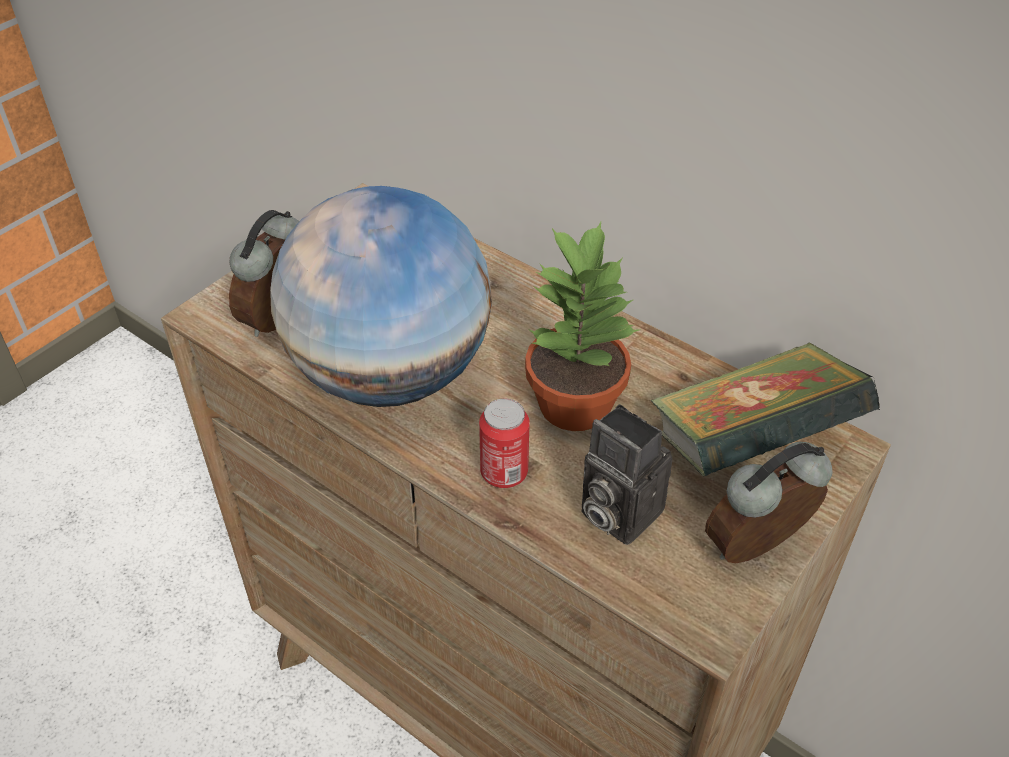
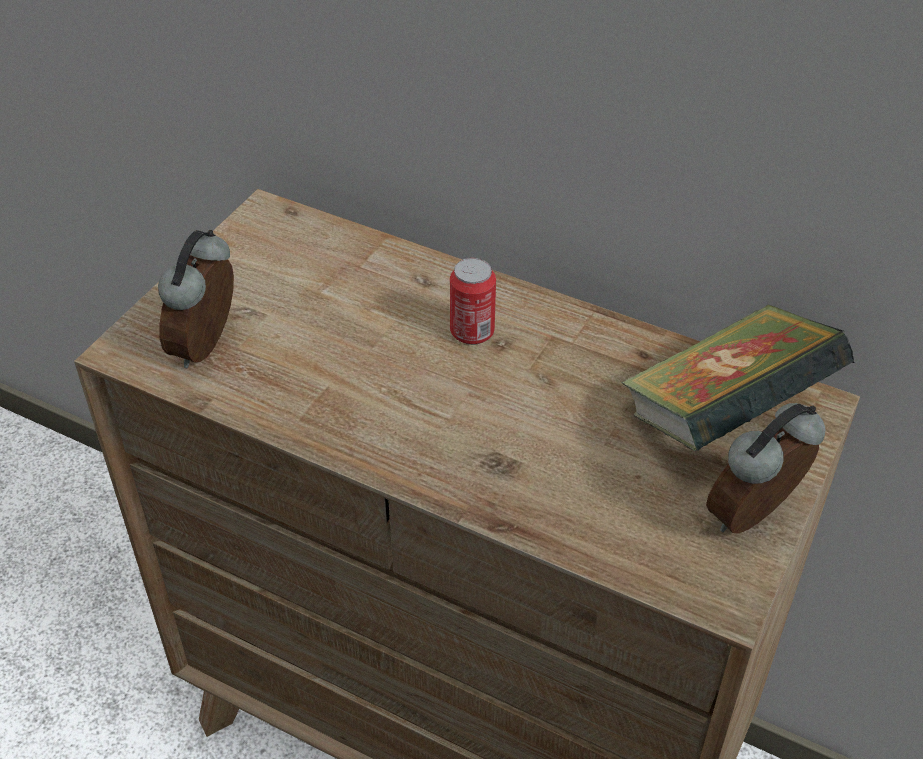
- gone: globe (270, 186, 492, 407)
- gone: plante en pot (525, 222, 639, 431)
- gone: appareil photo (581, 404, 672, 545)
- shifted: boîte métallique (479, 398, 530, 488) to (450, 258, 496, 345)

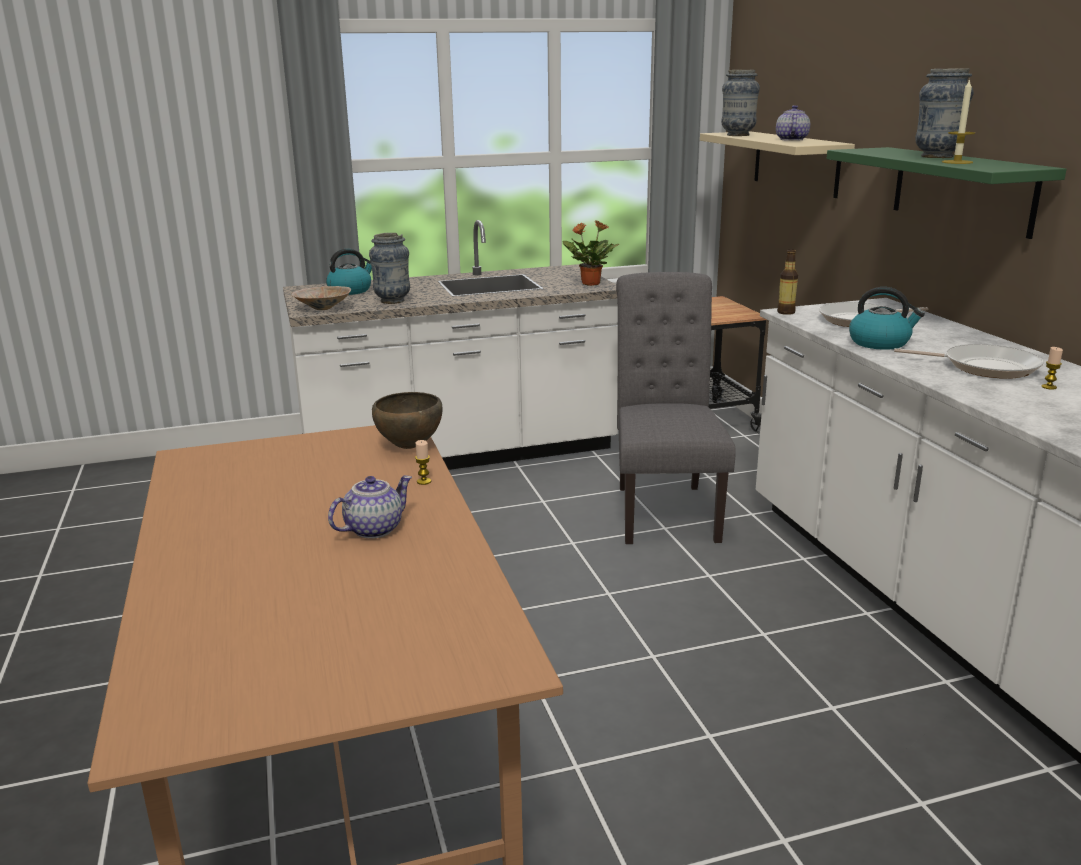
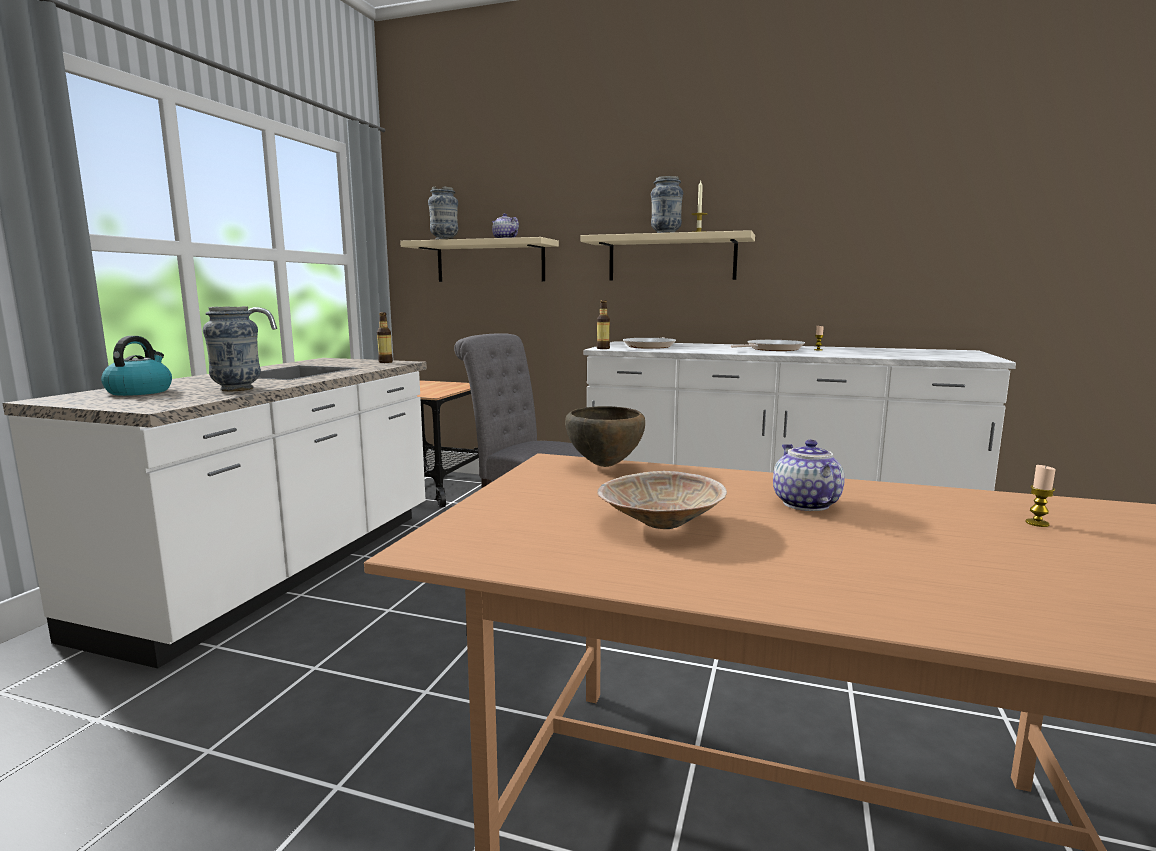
- gone: bouilloire (849, 287, 925, 350)
- shifted: bol/beige (291, 286, 351, 310) to (597, 471, 727, 529)
- shifted: bougie (415, 440, 431, 485) to (1025, 465, 1056, 527)
- swapped: plante en pot (563, 220, 619, 286) to bouteille (377, 312, 393, 363)
- repainted: étagère/vert (827, 147, 1067, 239) to étagère/beige (580, 230, 755, 280)

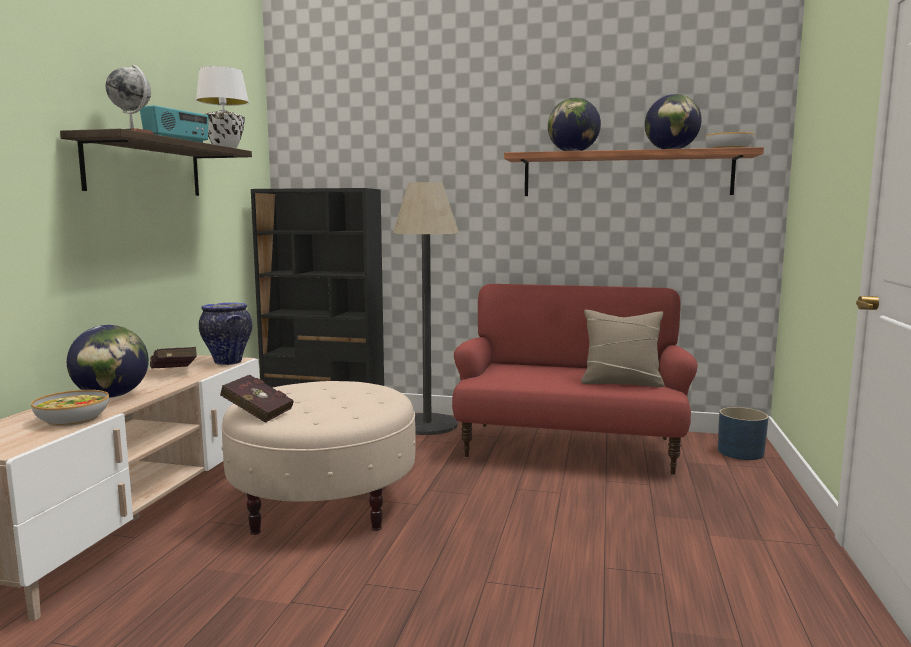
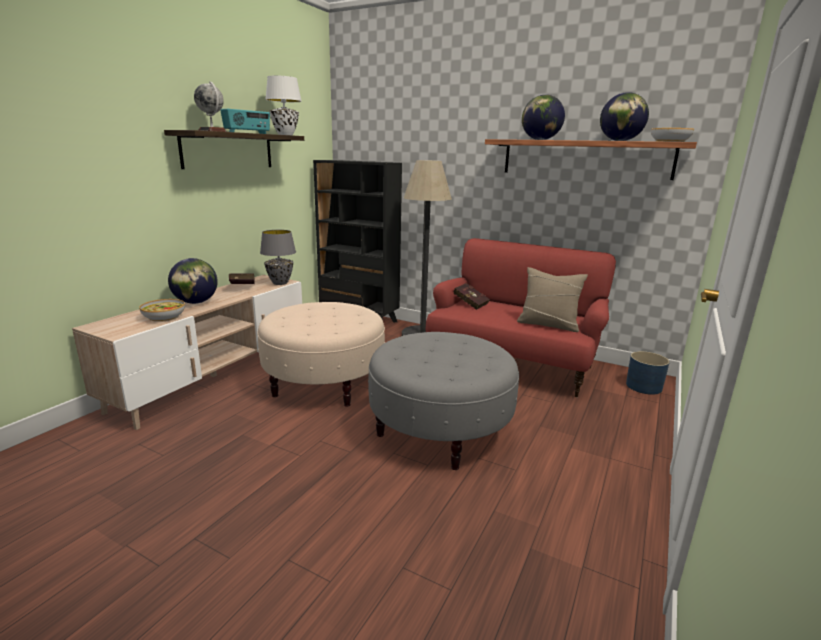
- new: pouf/gris (368, 332, 519, 470)
- shifted: livre/rouge (220, 374, 294, 423) to (453, 283, 490, 310)
- swapped: vase (199, 303, 252, 365) to lampe de table/gris (260, 230, 296, 285)

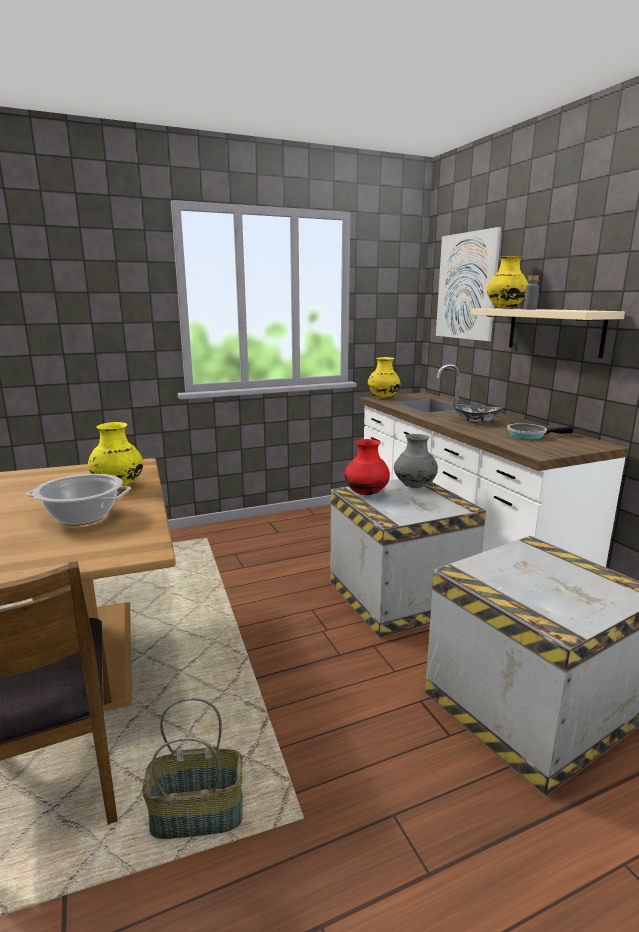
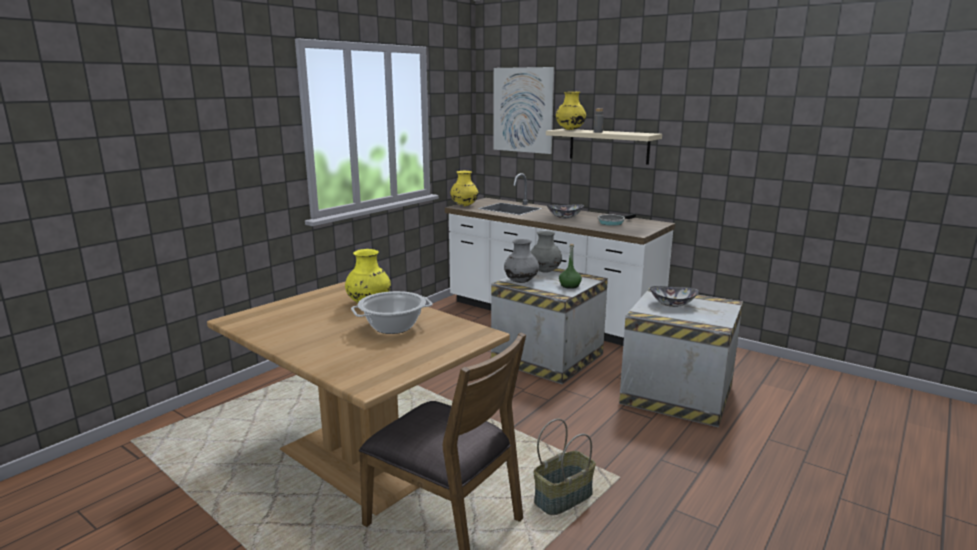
- new: bouteille/vert (559, 244, 582, 289)
- new: bol (650, 286, 699, 307)
- repainted: vase/rouge (344, 439, 390, 495) to vase/gris (504, 239, 539, 283)

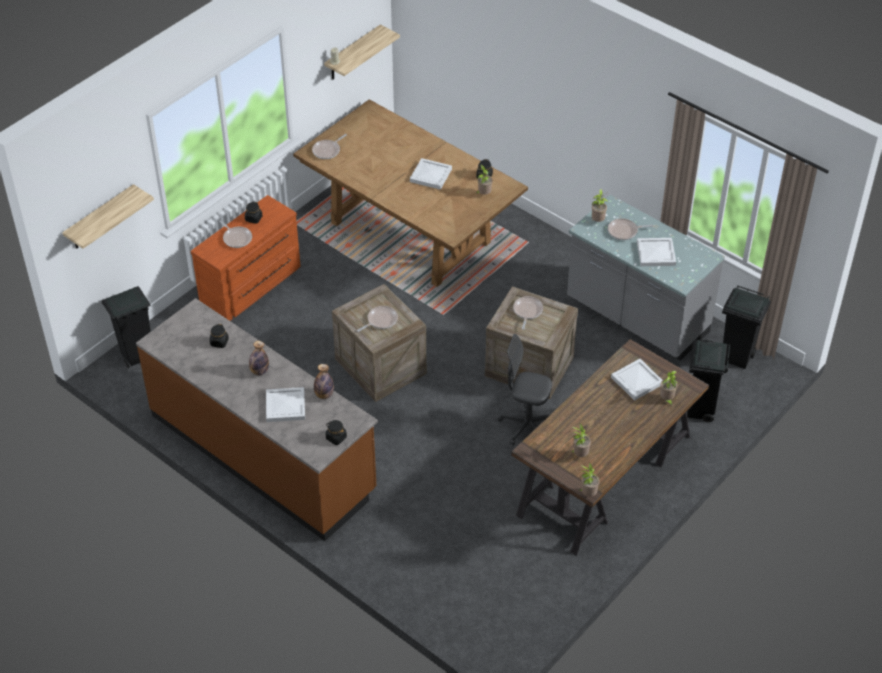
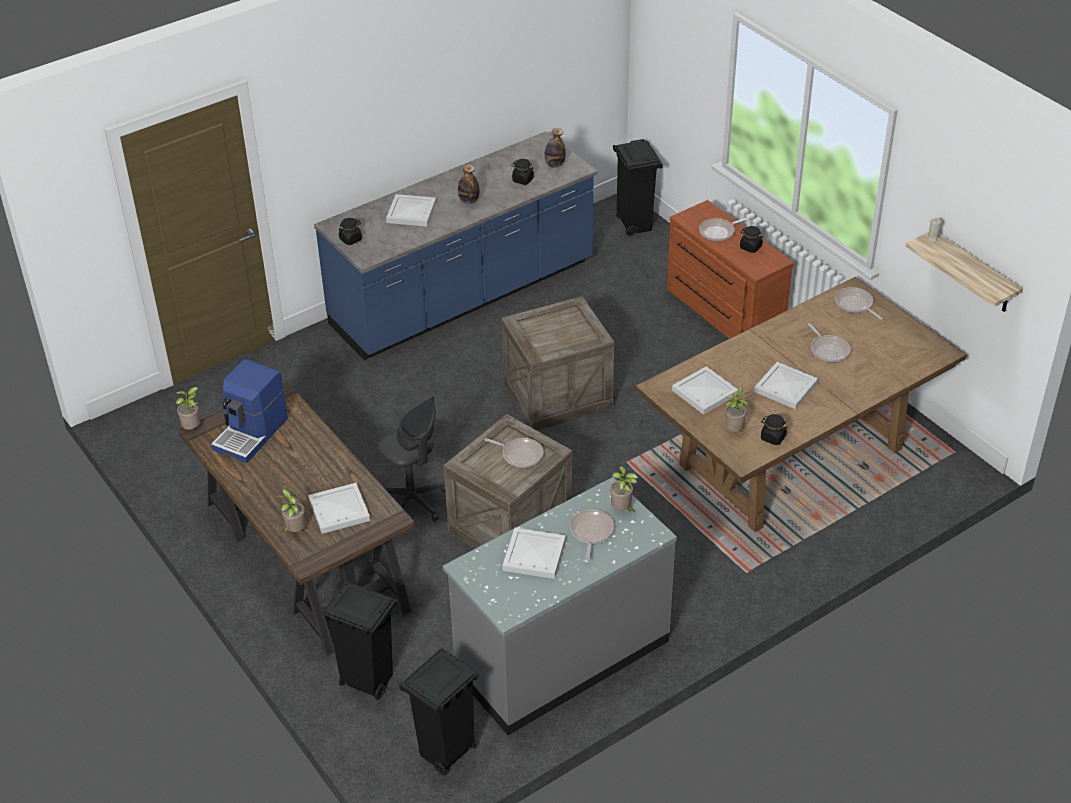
- gone: étagère (62, 184, 154, 249)
- new: plateau/blanc (672, 366, 738, 415)
- shifted: bouteille (314, 364, 334, 399) to (545, 128, 566, 168)
- shifted: poêle (357, 306, 398, 332) to (808, 323, 851, 362)
- swapped: plante en pot (571, 424, 591, 457) to machine à café (211, 359, 288, 463)
- repainted: comptoir de cuisine/marron (136, 298, 378, 541) to comptoir de cuisine/bleu (314, 131, 598, 360)
- rotated: chaise de bureau/gris (498, 334, 552, 446) = (377, 396, 445, 522) 105 degrees clockwise

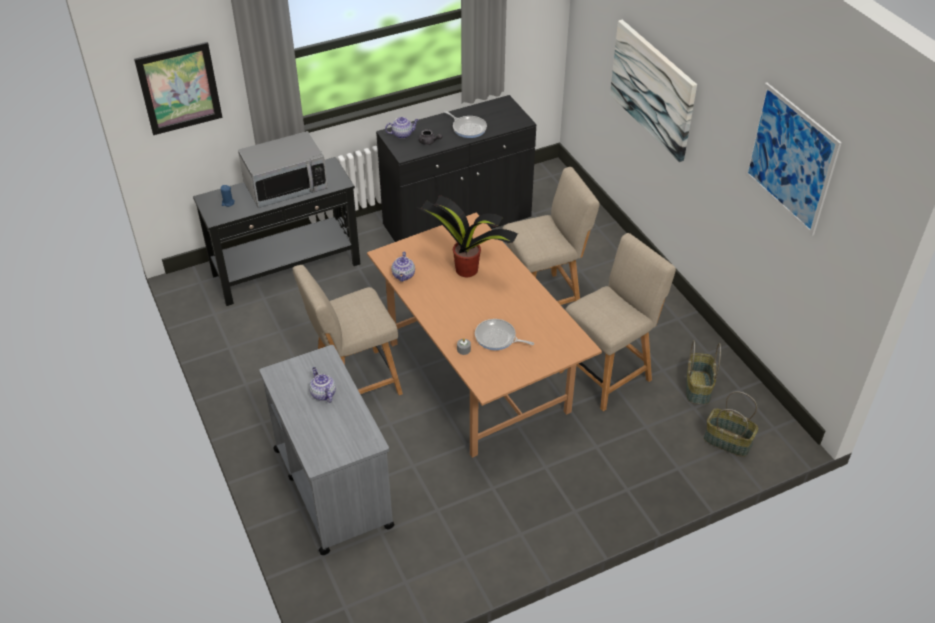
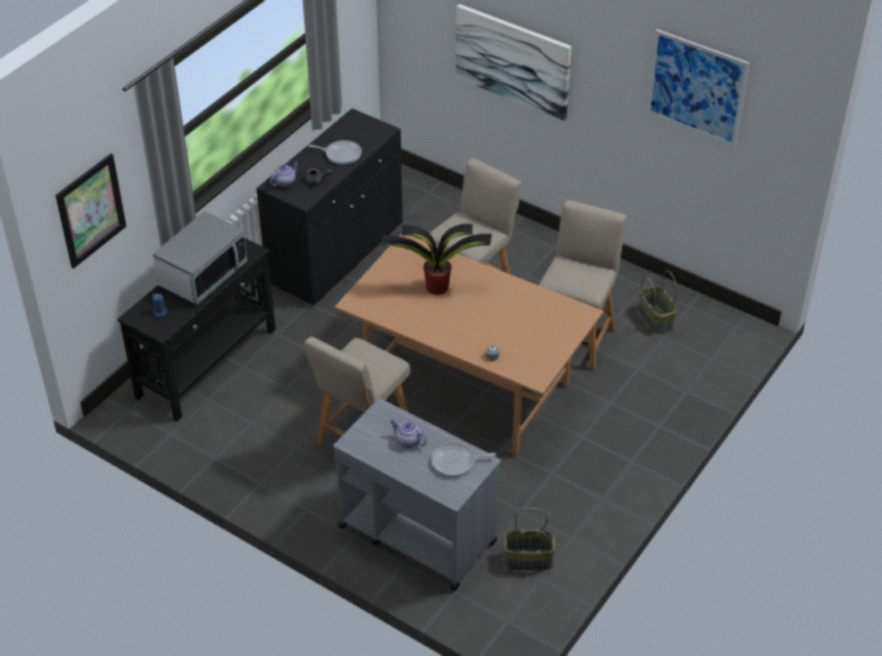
- gone: théière (391, 252, 415, 282)
- shifted: poêle (475, 319, 534, 350) to (431, 443, 496, 477)
- shifted: panier (704, 391, 758, 457) to (504, 508, 555, 570)

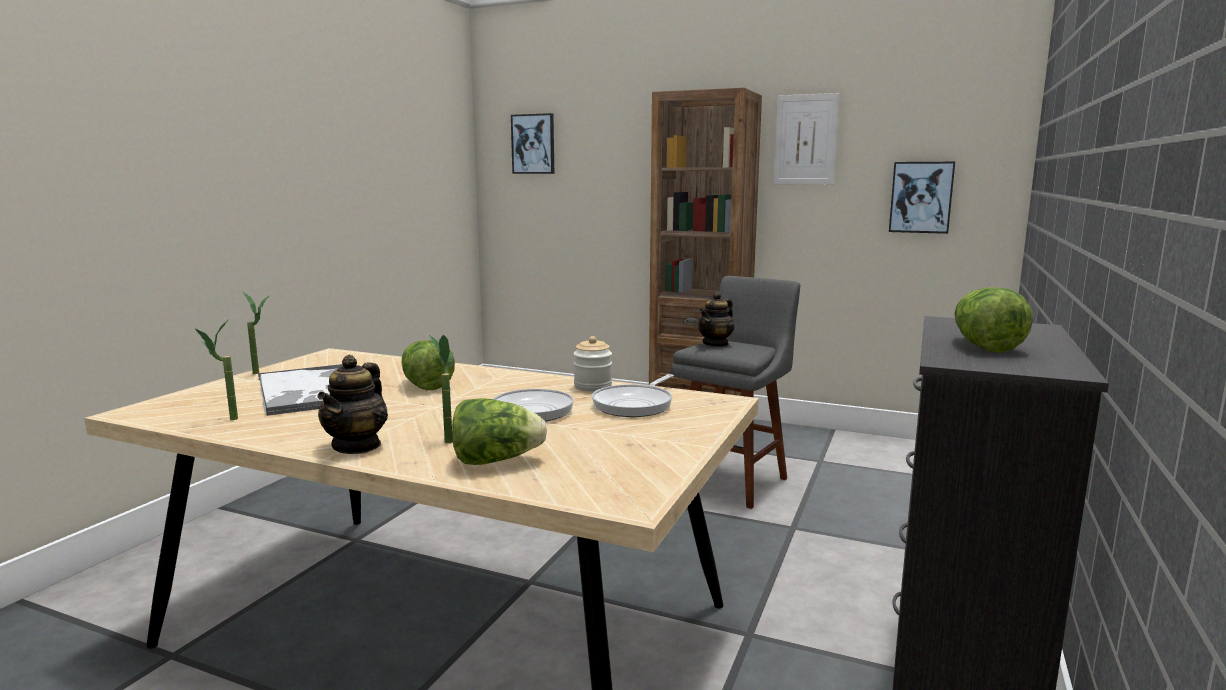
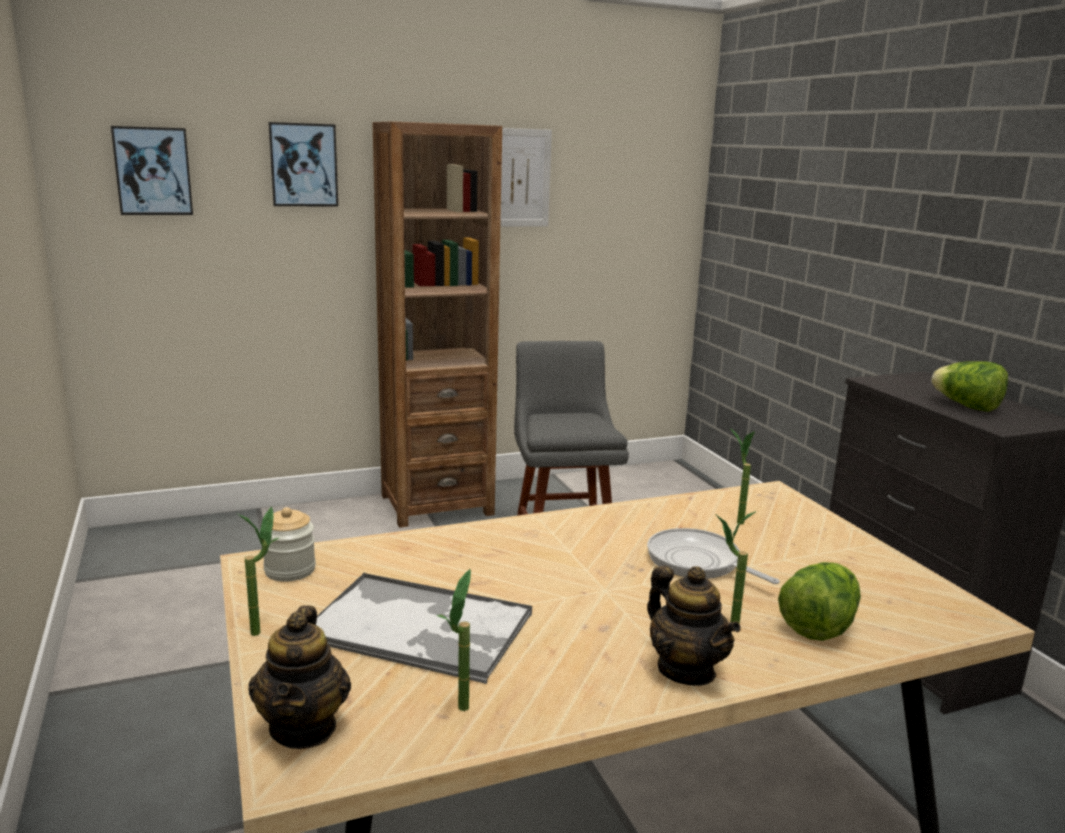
- gone: laitue (402, 340, 455, 390)
- shifted: bocal (574, 336, 612, 392) to (263, 507, 316, 582)
- shifted: théière (698, 291, 735, 347) to (249, 605, 351, 749)
- shifted: tableau (889, 161, 955, 234) to (268, 122, 338, 206)
- swapped: poêle (592, 374, 674, 417) to plante en pot (730, 428, 755, 525)

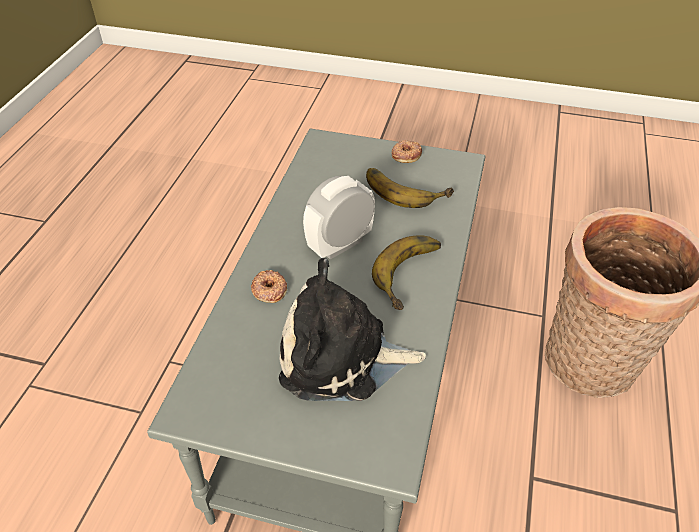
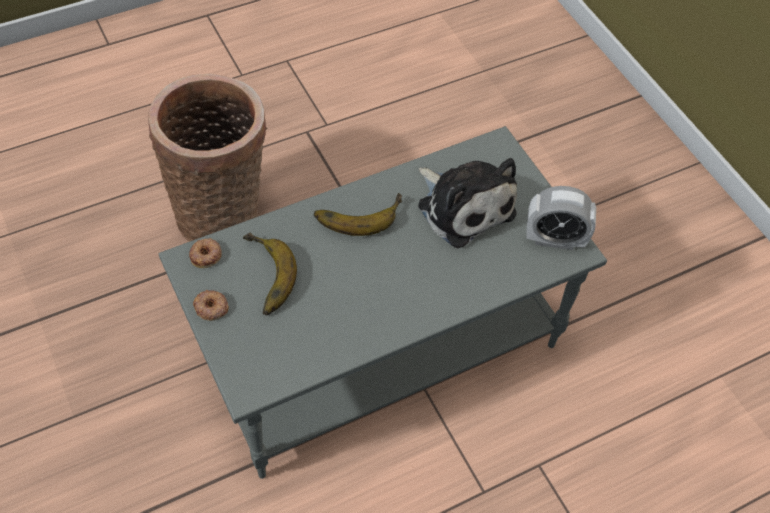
- shifted: beignet (251, 270, 287, 303) to (189, 238, 222, 268)
- shifted: réveil (303, 176, 375, 260) to (526, 186, 596, 250)

